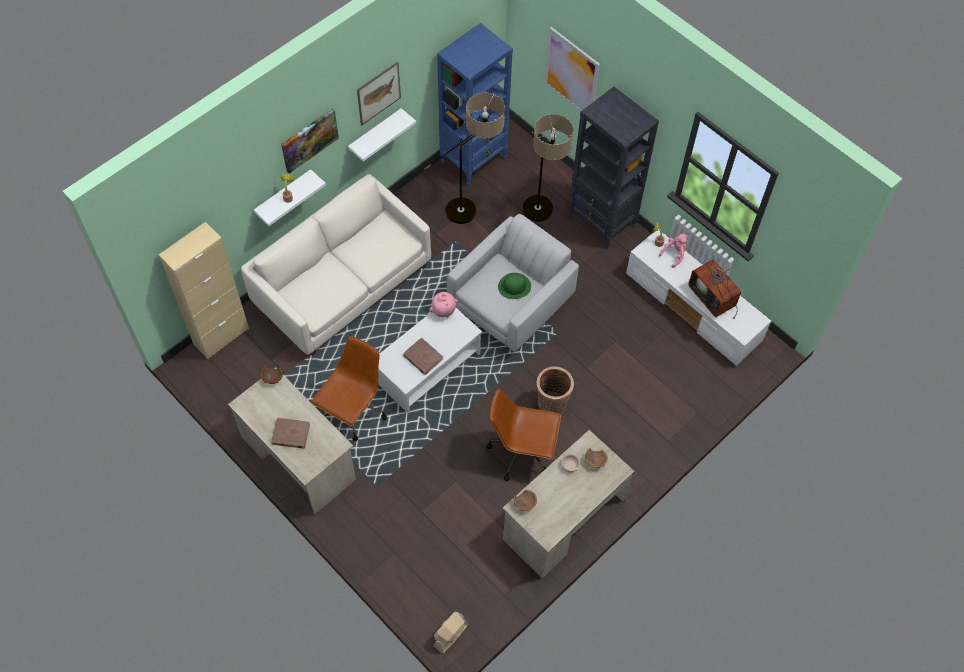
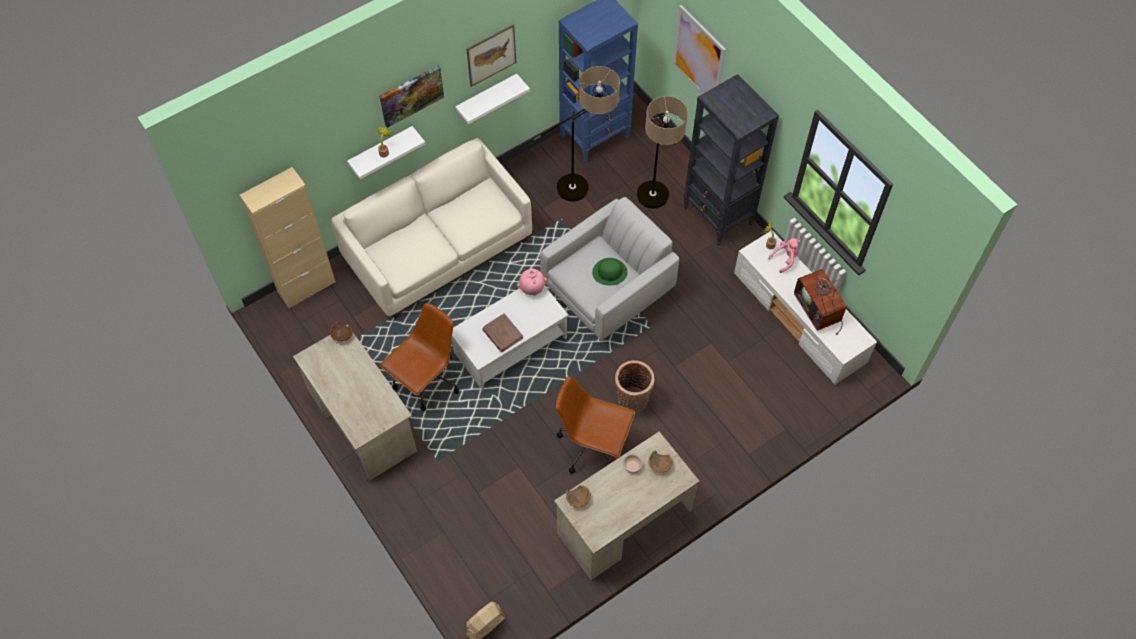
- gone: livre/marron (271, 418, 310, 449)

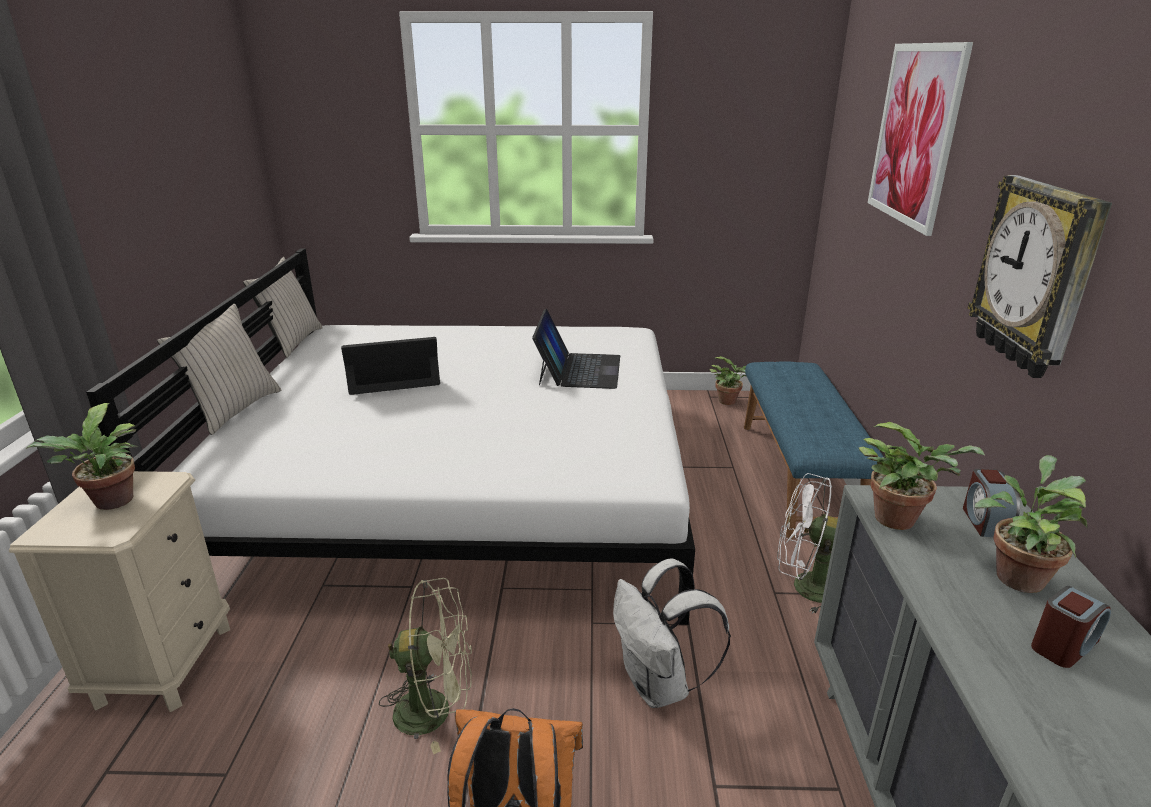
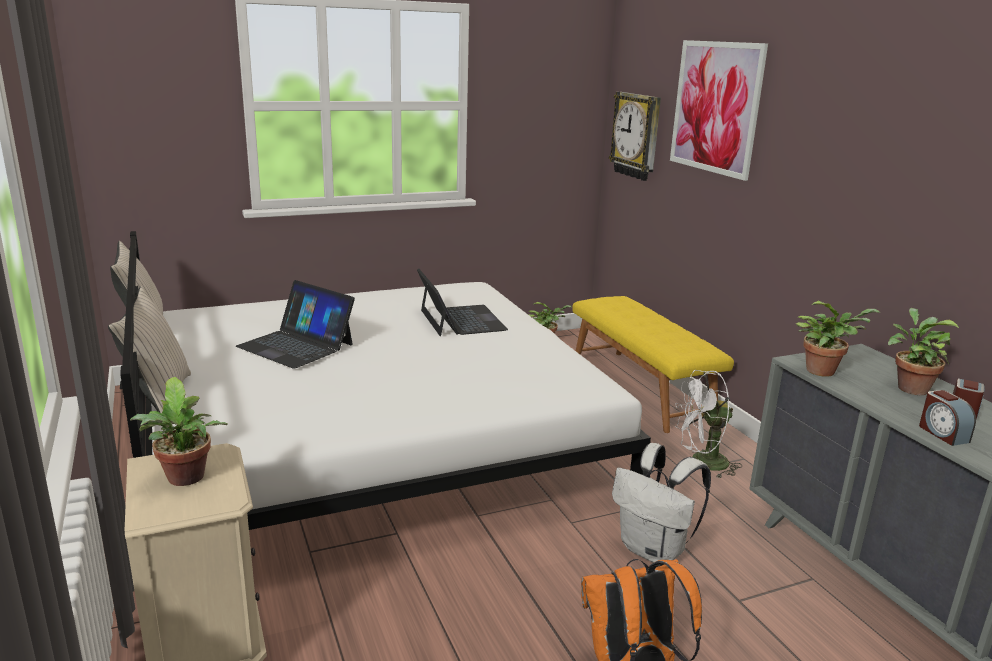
- gone: ventilateur/vert (379, 578, 472, 754)
- shifted: réveil (963, 469, 1020, 537) to (919, 390, 976, 446)
- shifted: horloge murale (968, 175, 1112, 378) to (609, 92, 661, 181)
- repainted: banc/bleu (744, 361, 884, 539) to banc/jaune (572, 296, 734, 433)
- rotated: ordinateur portable (341, 337, 440, 395) = (236, 280, 355, 369) 105 degrees counterclockwise

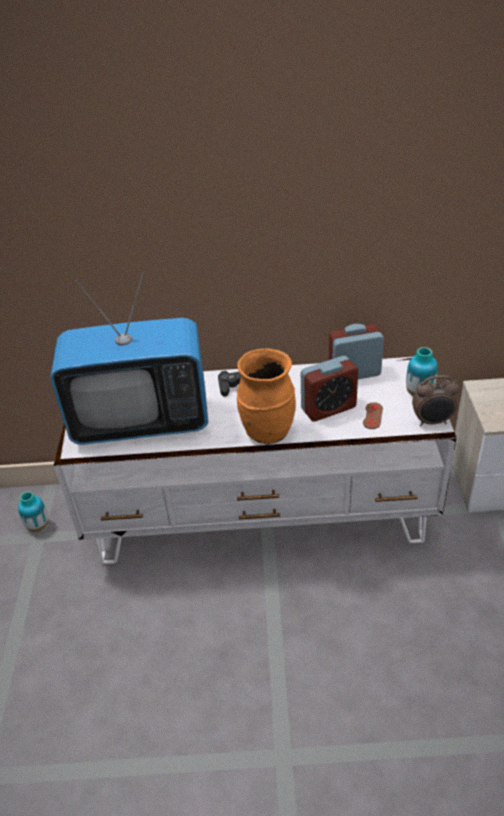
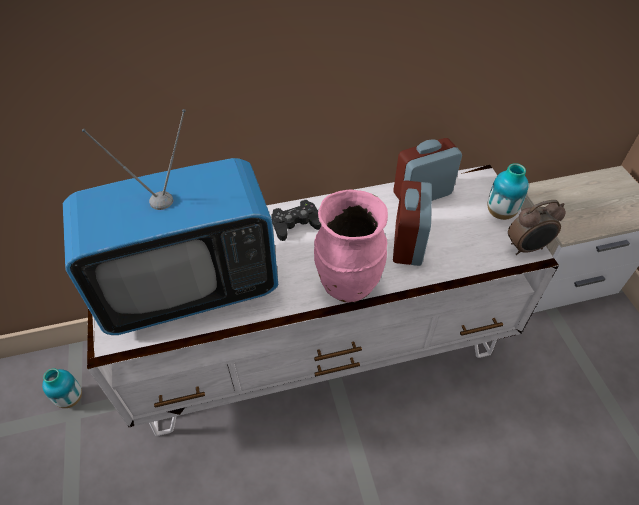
- gone: manette/marron (363, 402, 383, 429)
- repainted: vase/orange (237, 348, 296, 444) to vase/rose (314, 189, 388, 302)
- rotated: réveil (301, 356, 358, 422) = (393, 180, 432, 266) 135 degrees clockwise

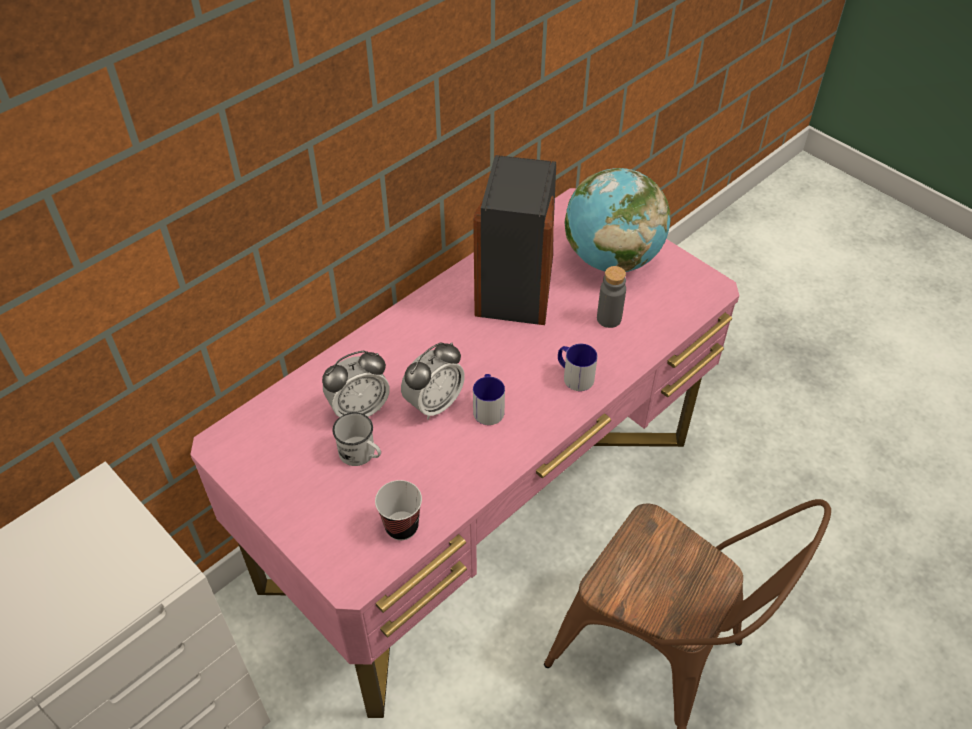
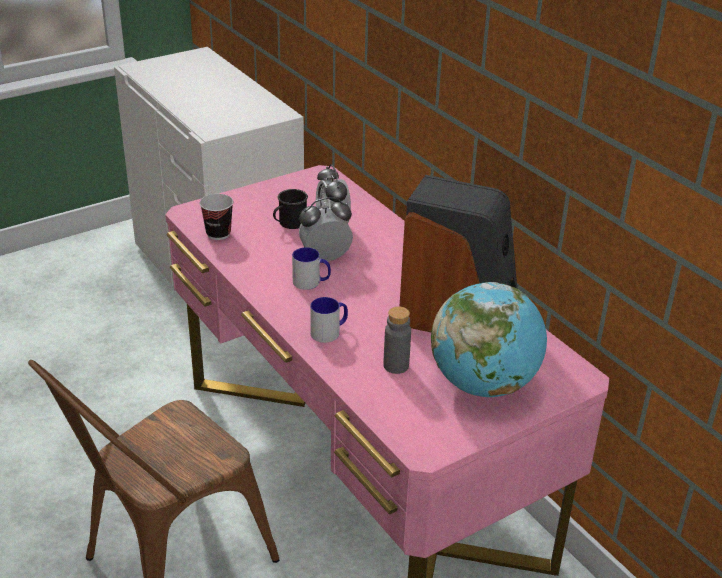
- repainted: mug/blanc (332, 412, 381, 466) to mug/noir (273, 189, 308, 229)
- rotated: réveil (401, 342, 465, 420) = (299, 197, 353, 261) 105 degrees clockwise

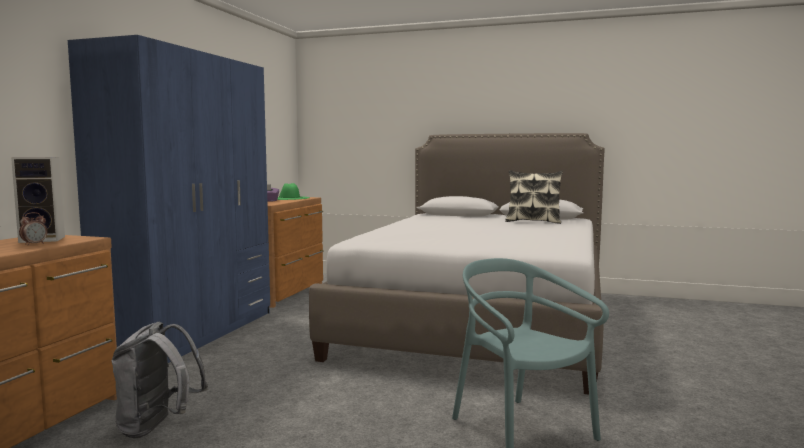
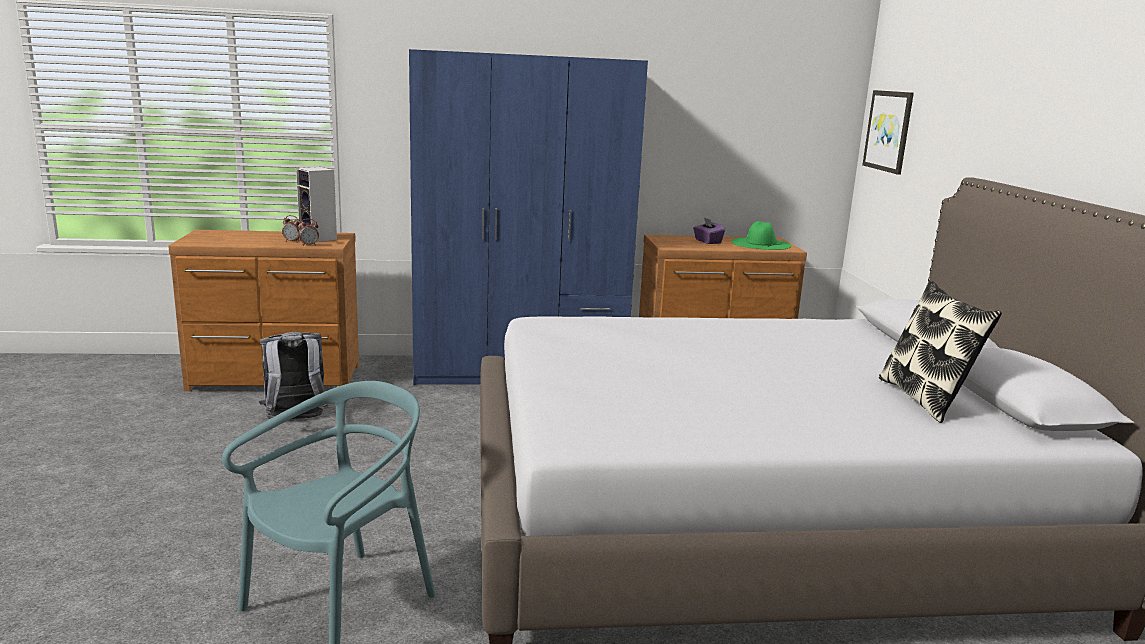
- new: réveil (298, 219, 319, 246)
- new: tableau (862, 90, 914, 175)

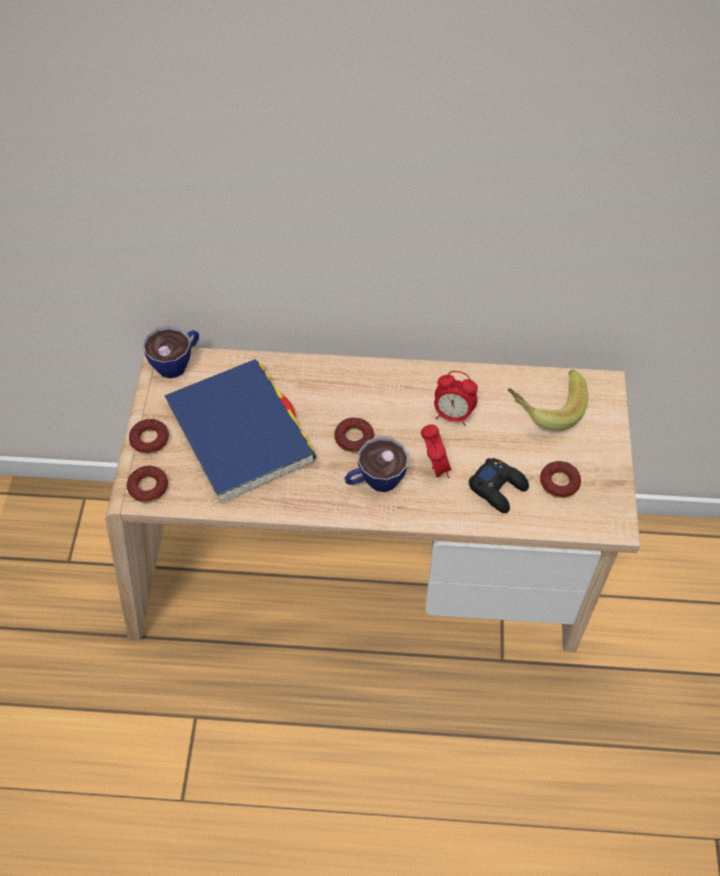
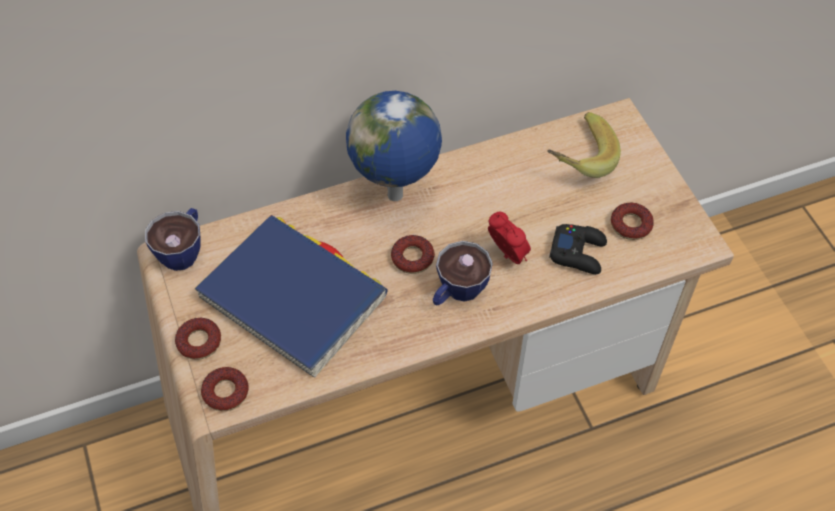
- gone: réveil (434, 371, 478, 426)
- new: globe (346, 91, 442, 201)

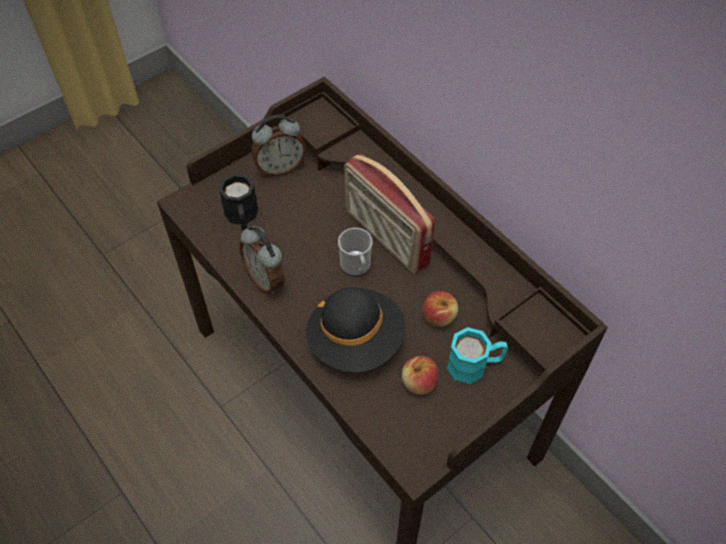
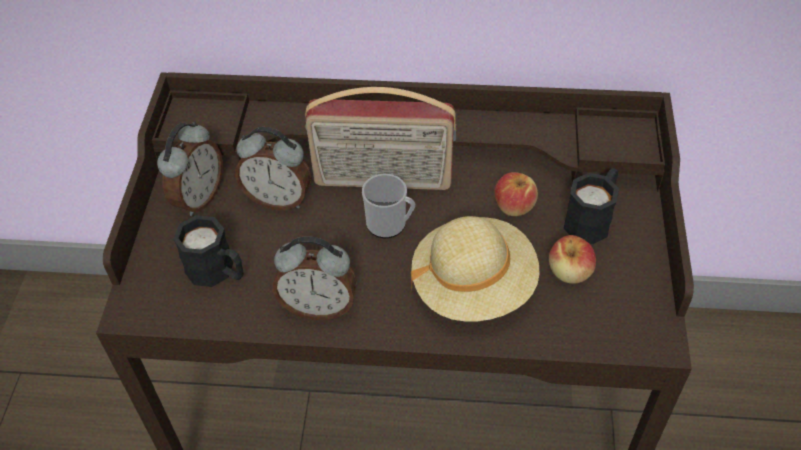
- new: réveil (235, 127, 312, 210)
- repainted: chapeau/noir (306, 287, 406, 372) to chapeau/beige (411, 216, 539, 321)
- repainted: mug/turquoise (447, 327, 508, 384) to mug/noir (564, 168, 619, 244)

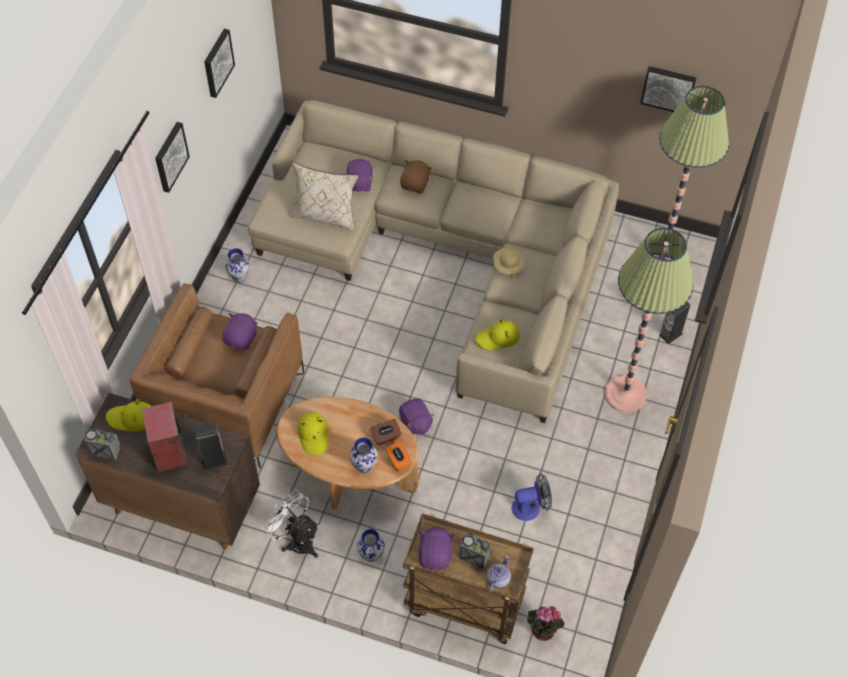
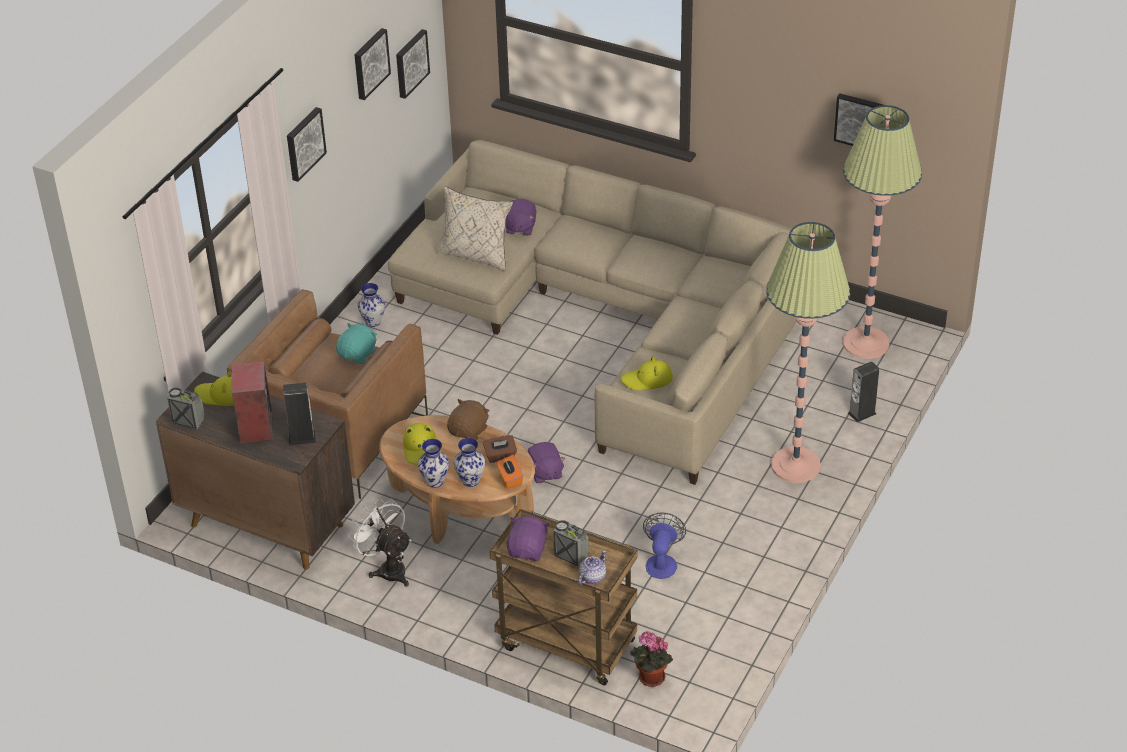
- gone: chapeau/beige (493, 247, 524, 278)
- new: tableau (396, 29, 430, 99)
- shifted: vase (357, 529, 385, 562) to (418, 439, 449, 488)
- shifted: peluche/marron (400, 160, 432, 193) to (447, 399, 490, 441)
- repainted: peluche/violet (222, 313, 258, 350) to peluche/turquoise (336, 323, 377, 364)
- rotated: ventilateur (512, 473, 552, 521) = (643, 512, 686, 579) 75 degrees counterclockwise

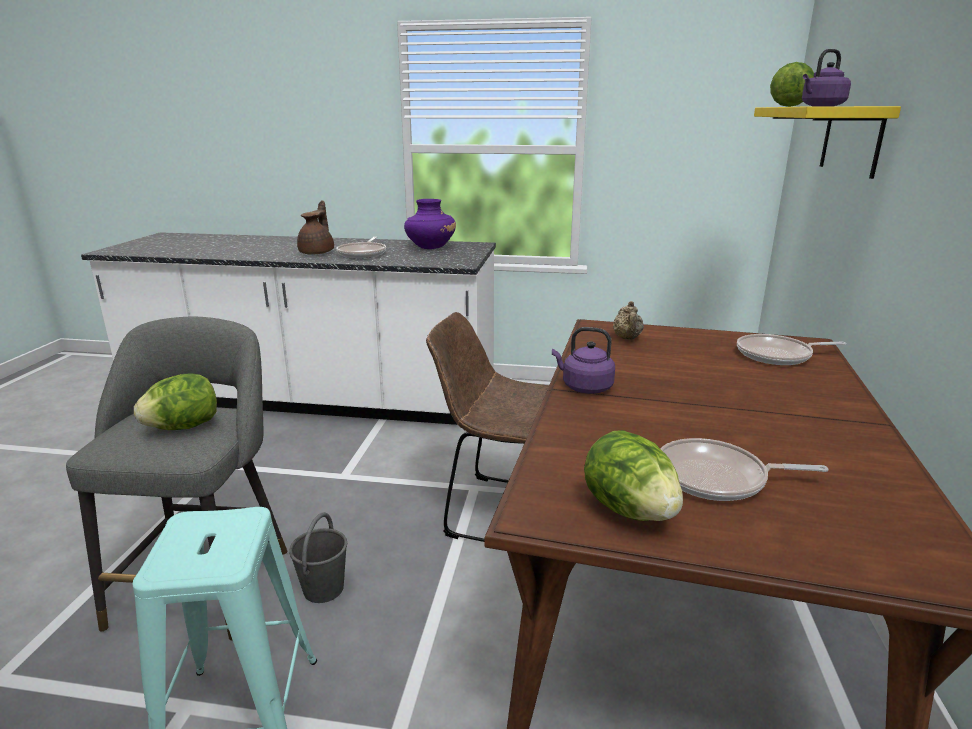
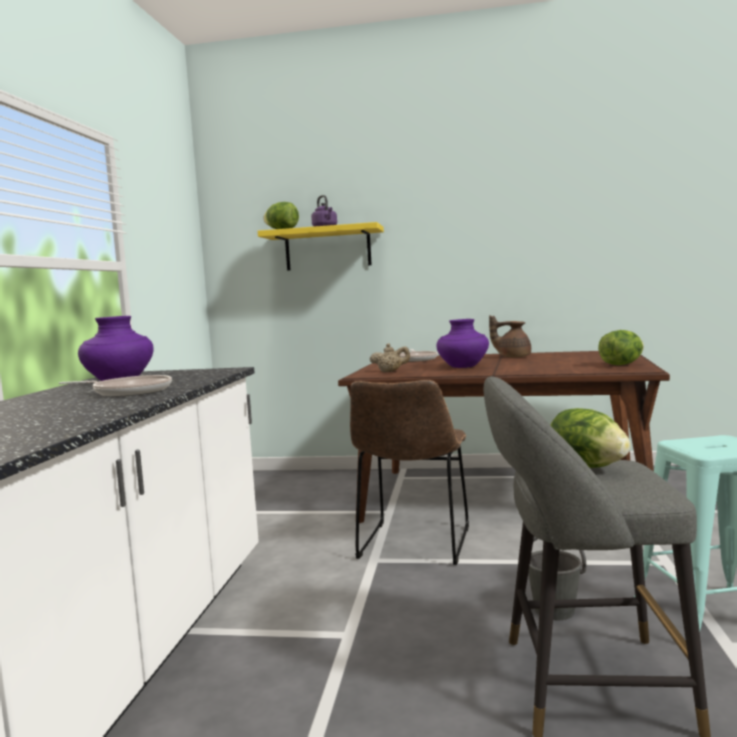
- gone: bouilloire/violet (552, 327, 615, 394)
- gone: poêle (661, 438, 829, 501)
- new: vase/violet (437, 319, 489, 368)
- shifted: théière/marron (297, 200, 334, 255) to (489, 315, 531, 357)

